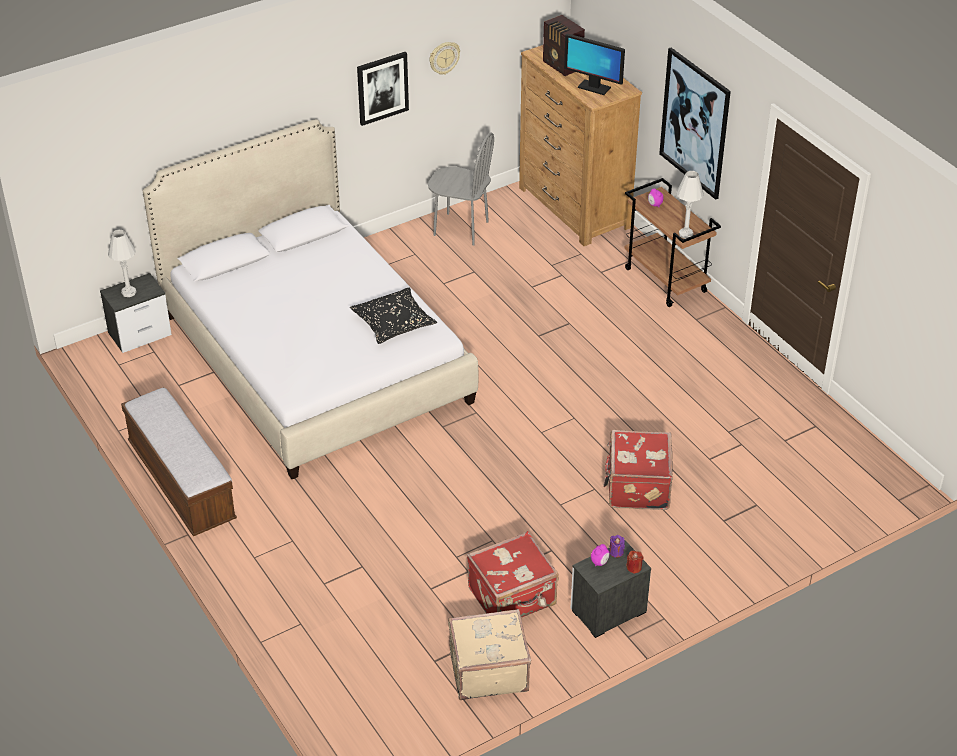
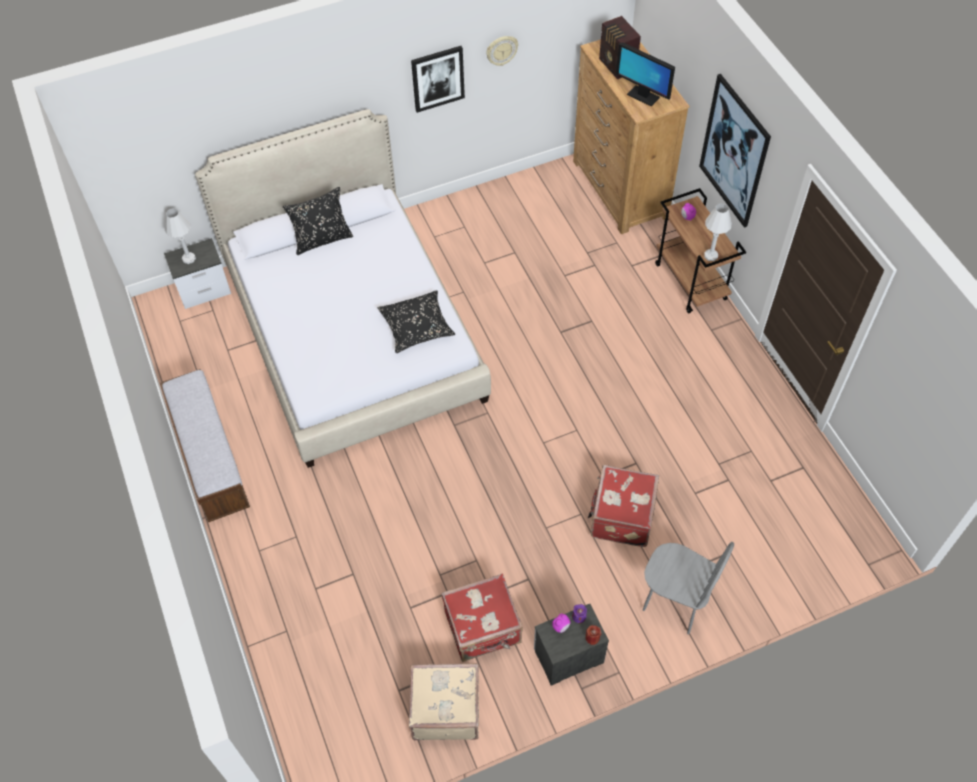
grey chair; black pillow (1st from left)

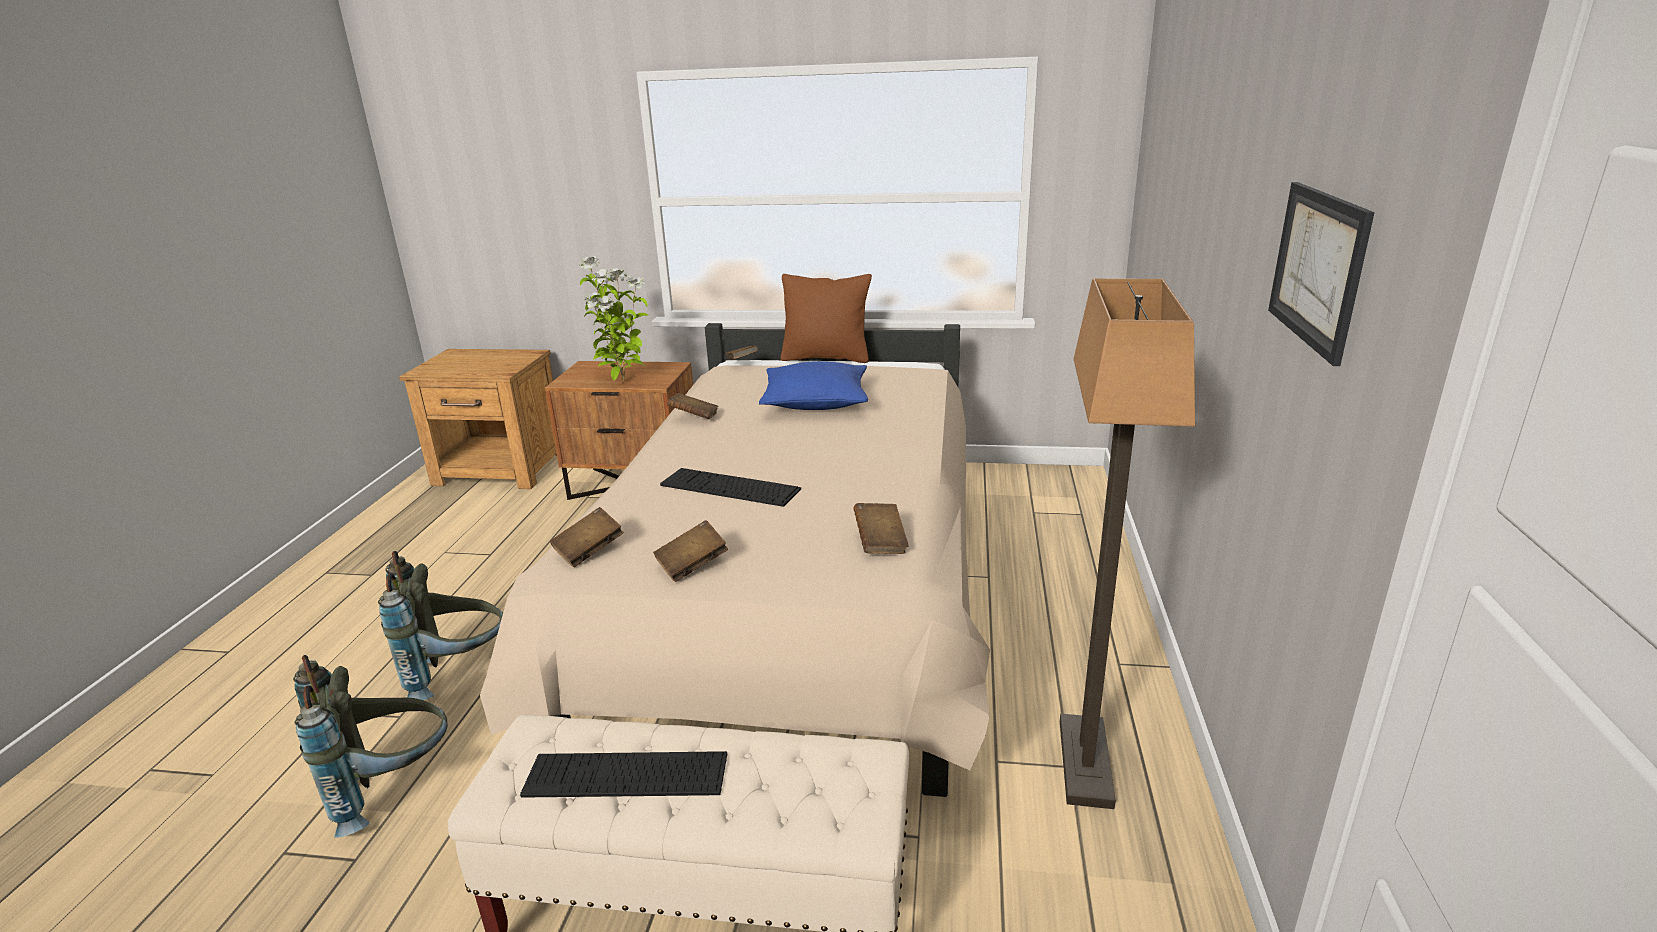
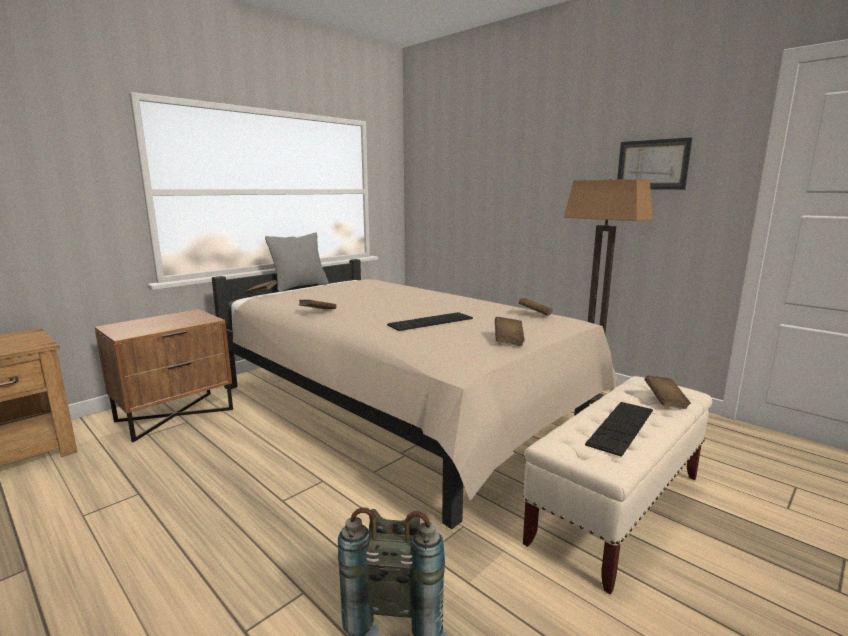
potted plant; grey pillow; blue pillow; brown book (5th from left); grey backpack (2nd from left in the first image)

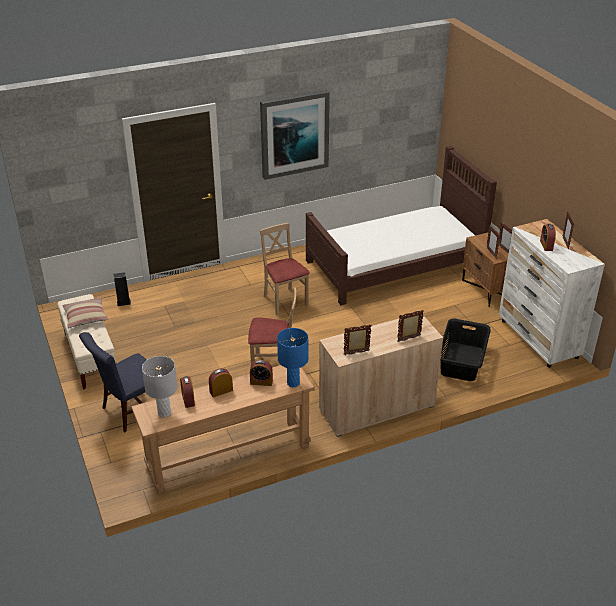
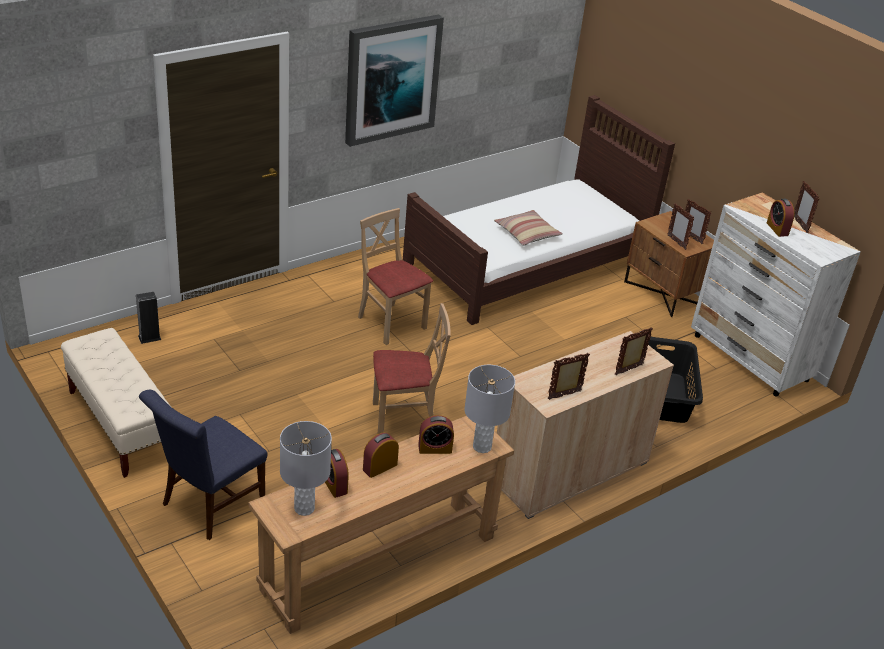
pillow; grey table lamp (2nd from left)

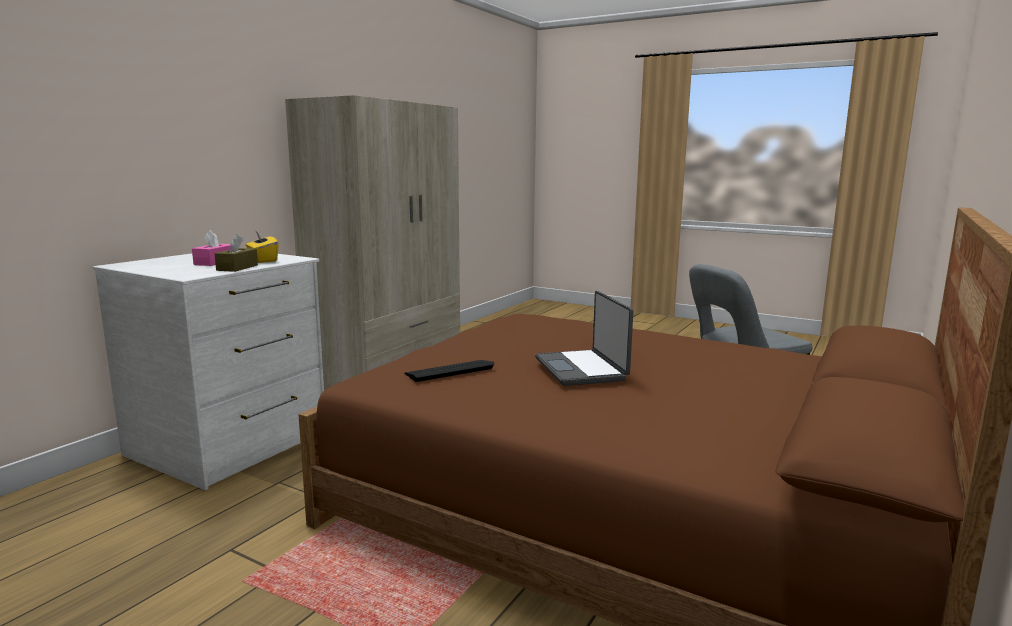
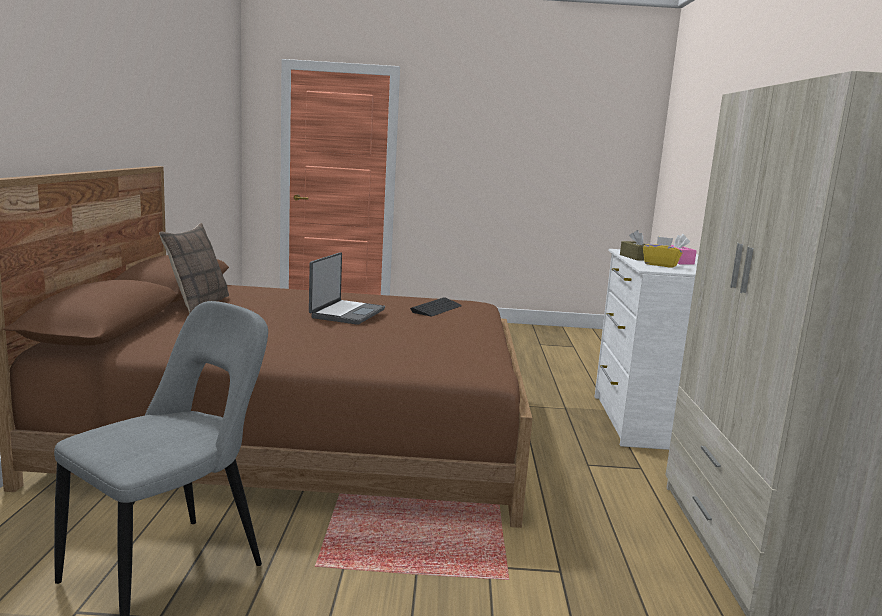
laptop; pillow

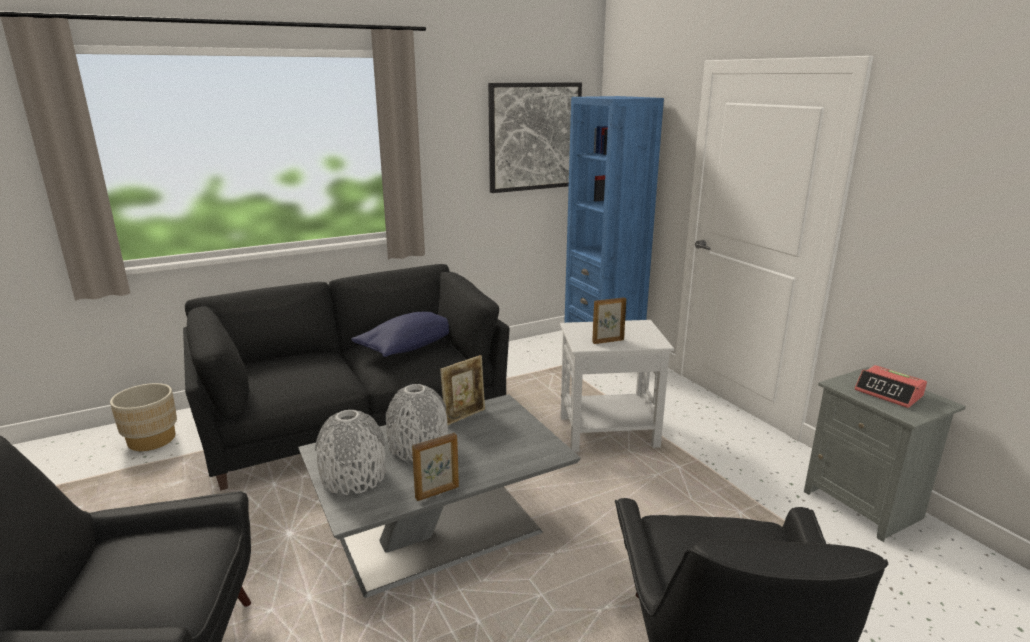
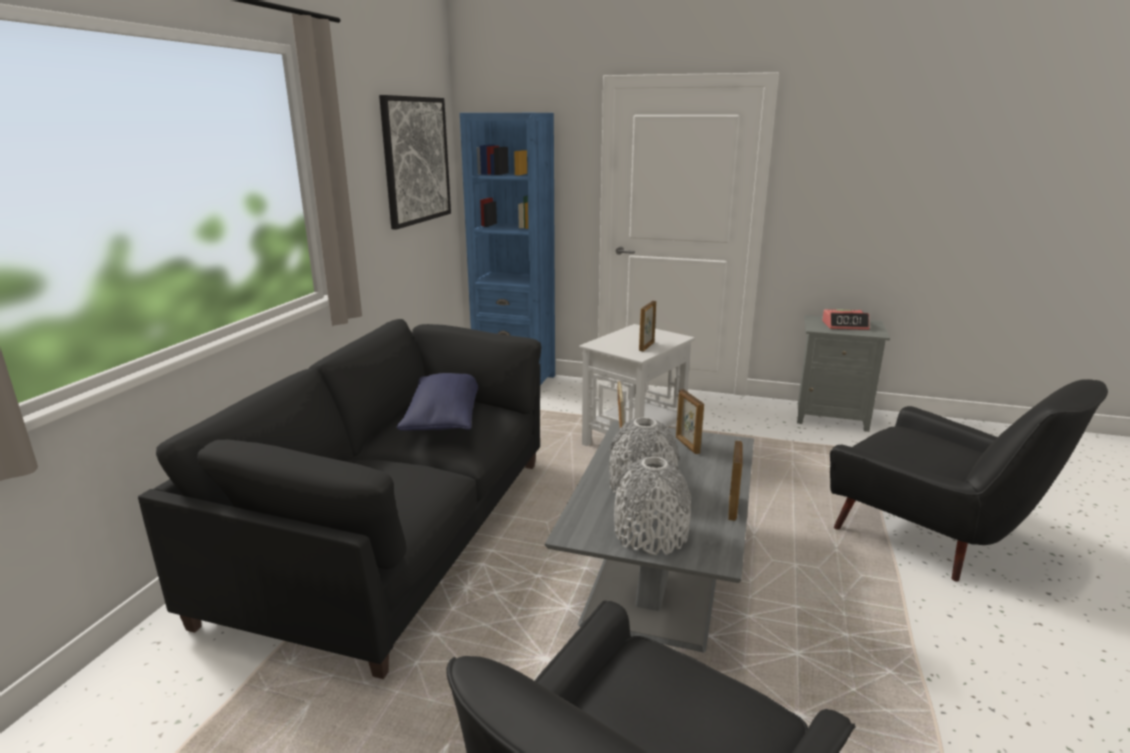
beige planter; picture frame (3rd from left)

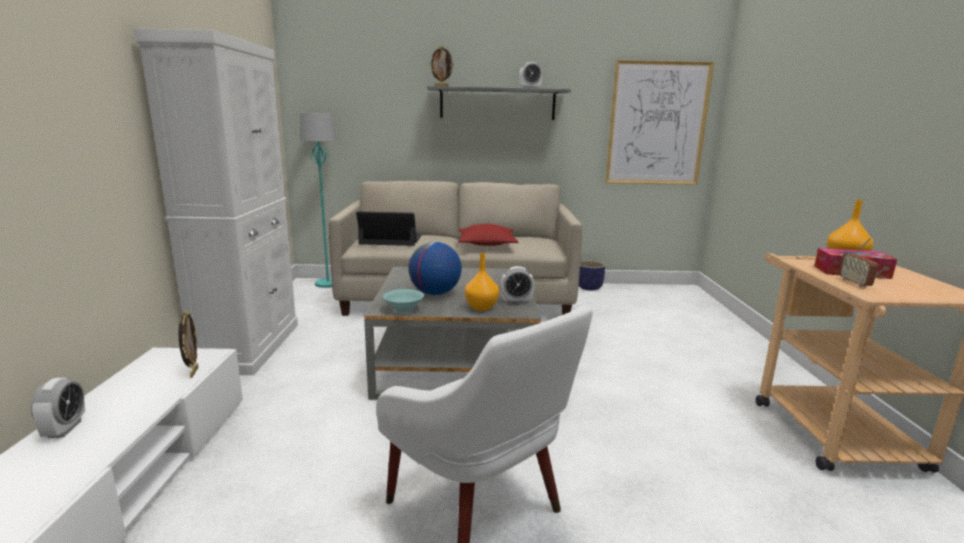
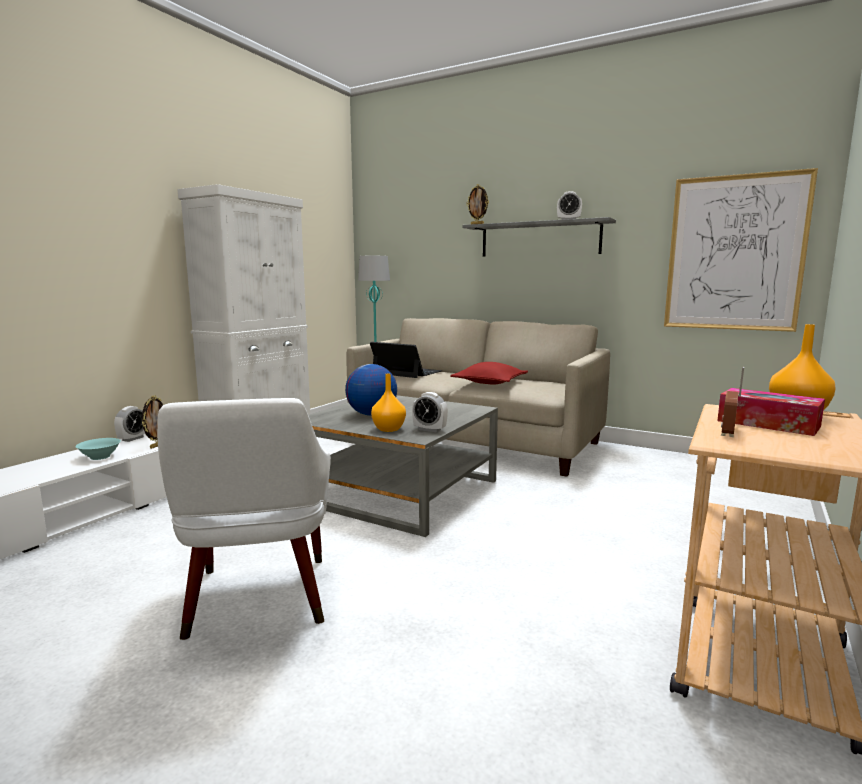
planter; turquoise bowl; alarm clock (1st from left)

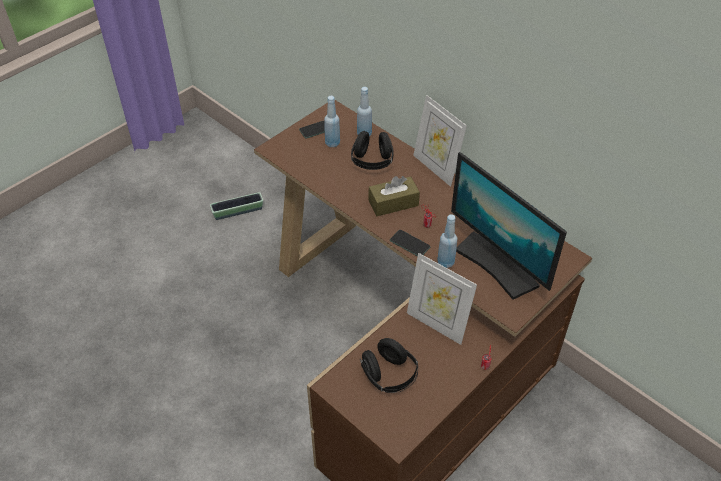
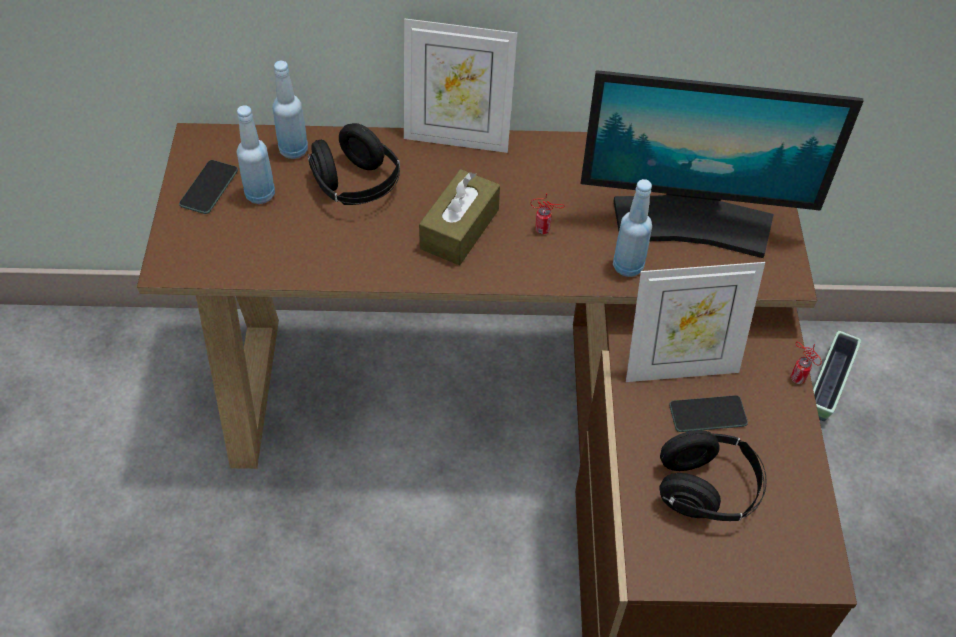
planter; phone (2nd from left)

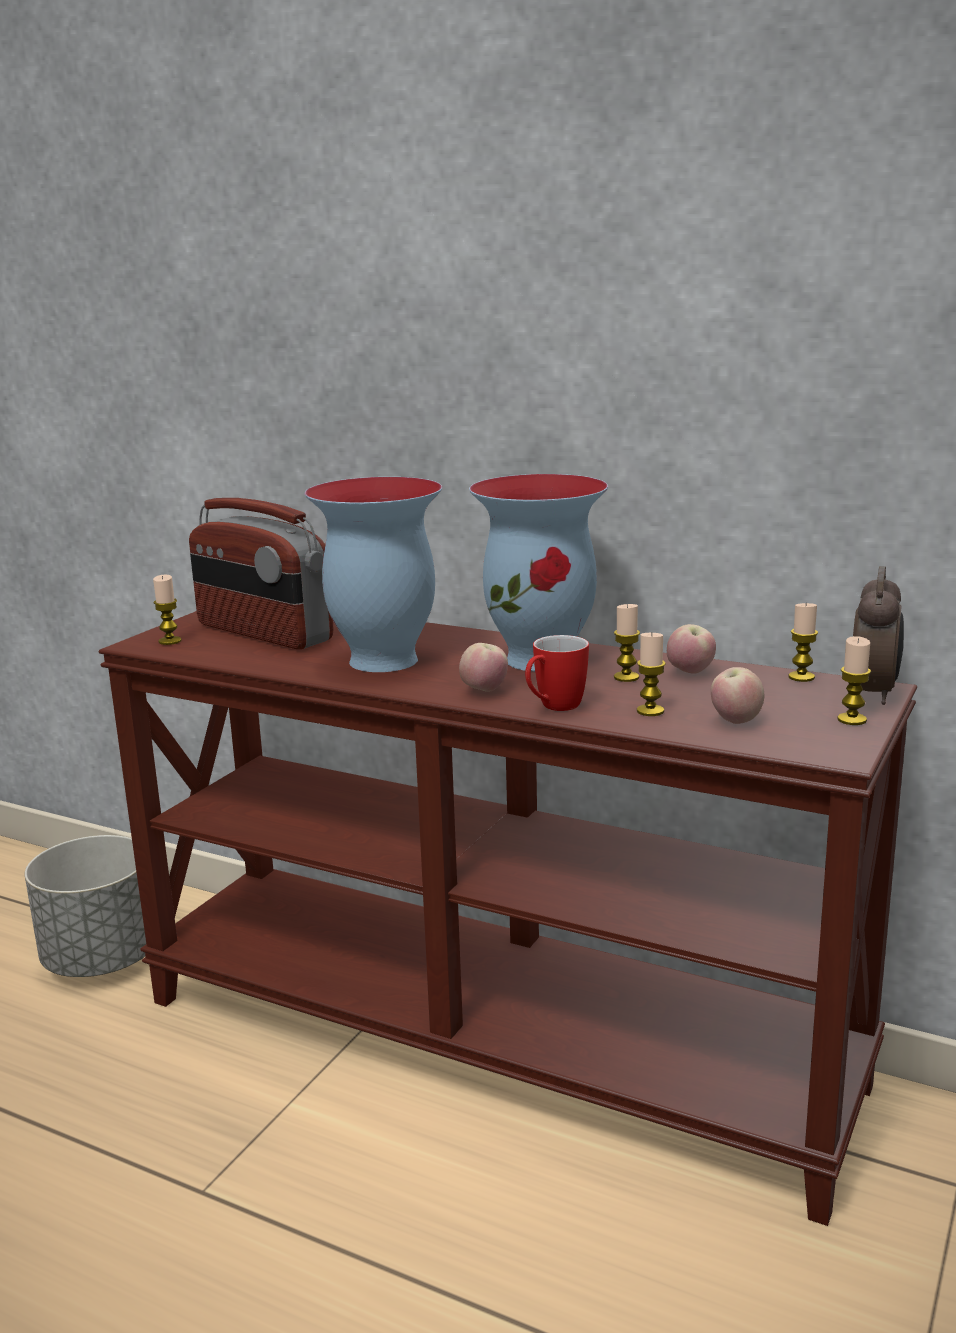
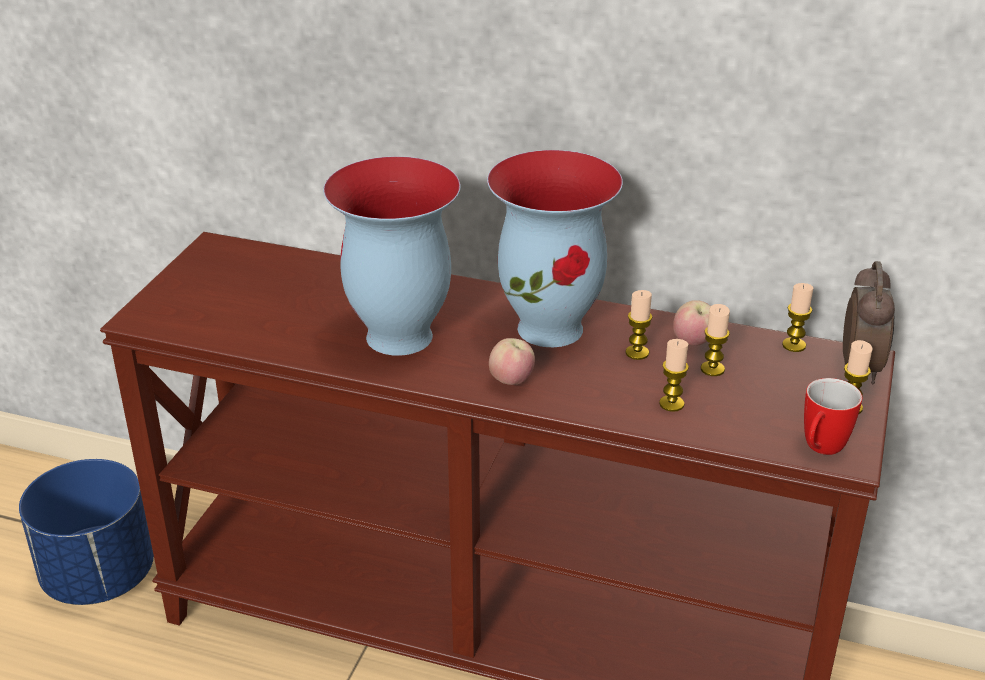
radio; candle (3rd from left); mug; apple (3rd from left in the first image); blue planter

